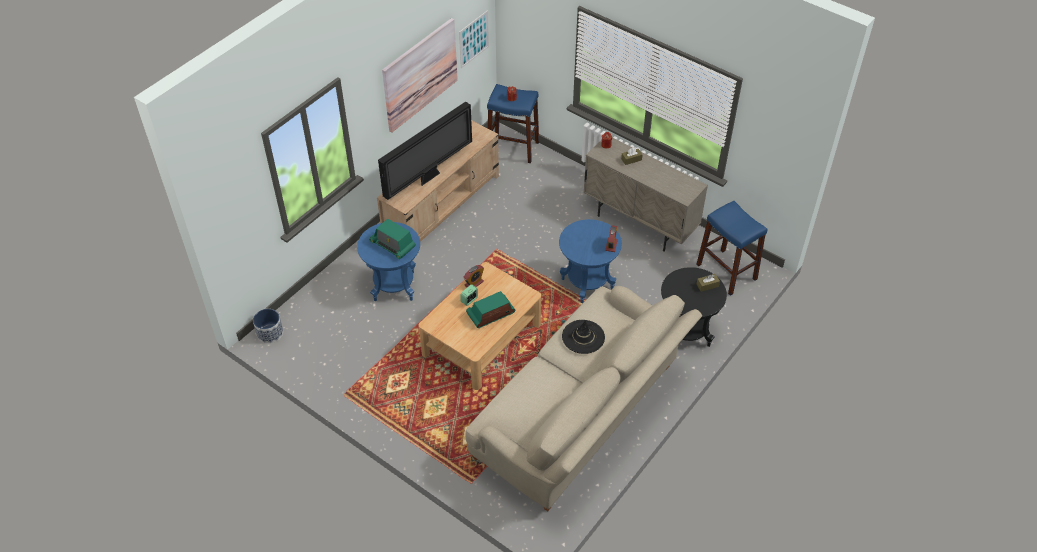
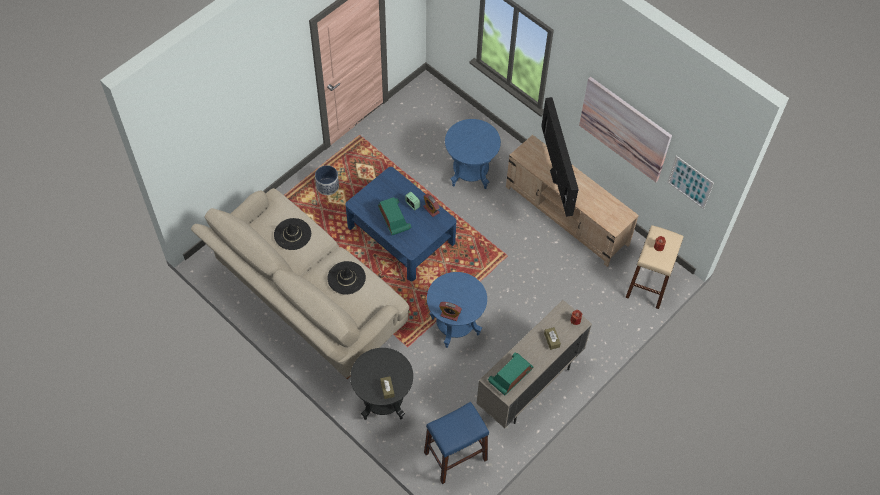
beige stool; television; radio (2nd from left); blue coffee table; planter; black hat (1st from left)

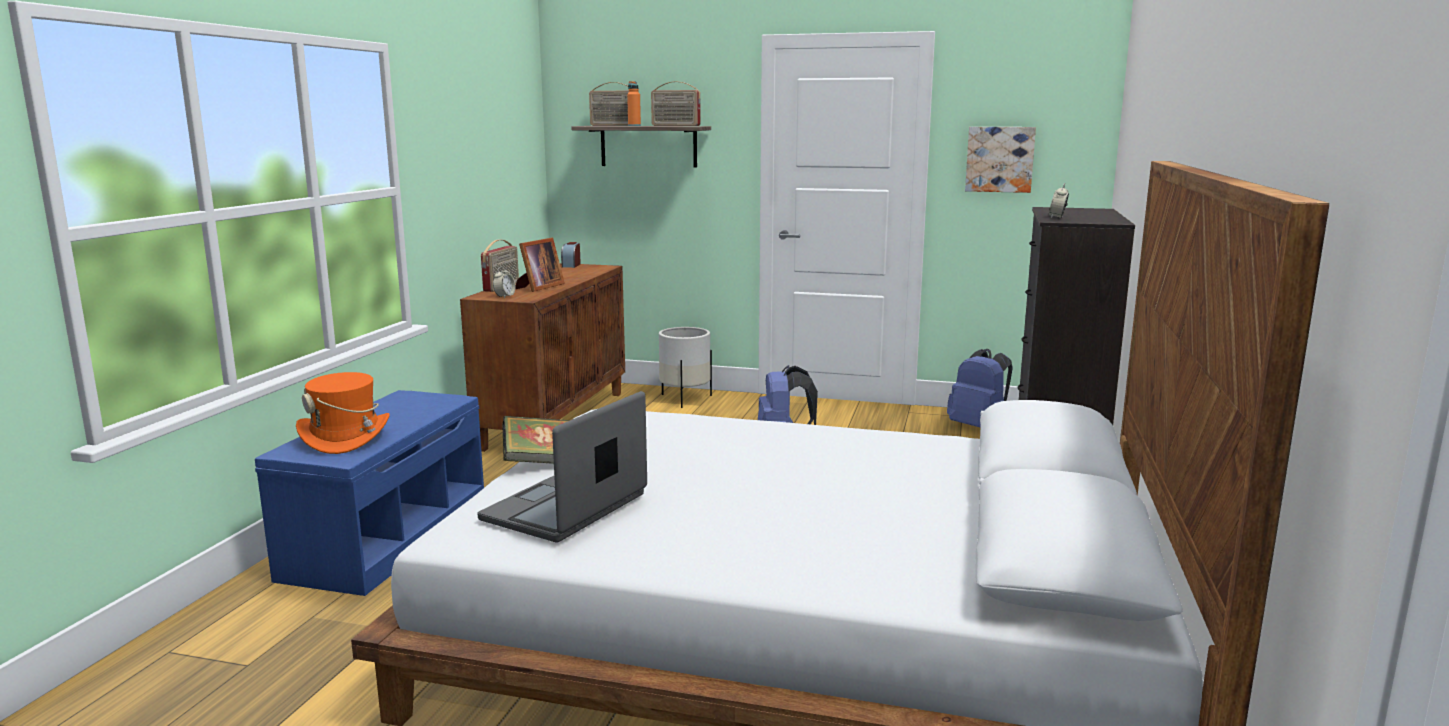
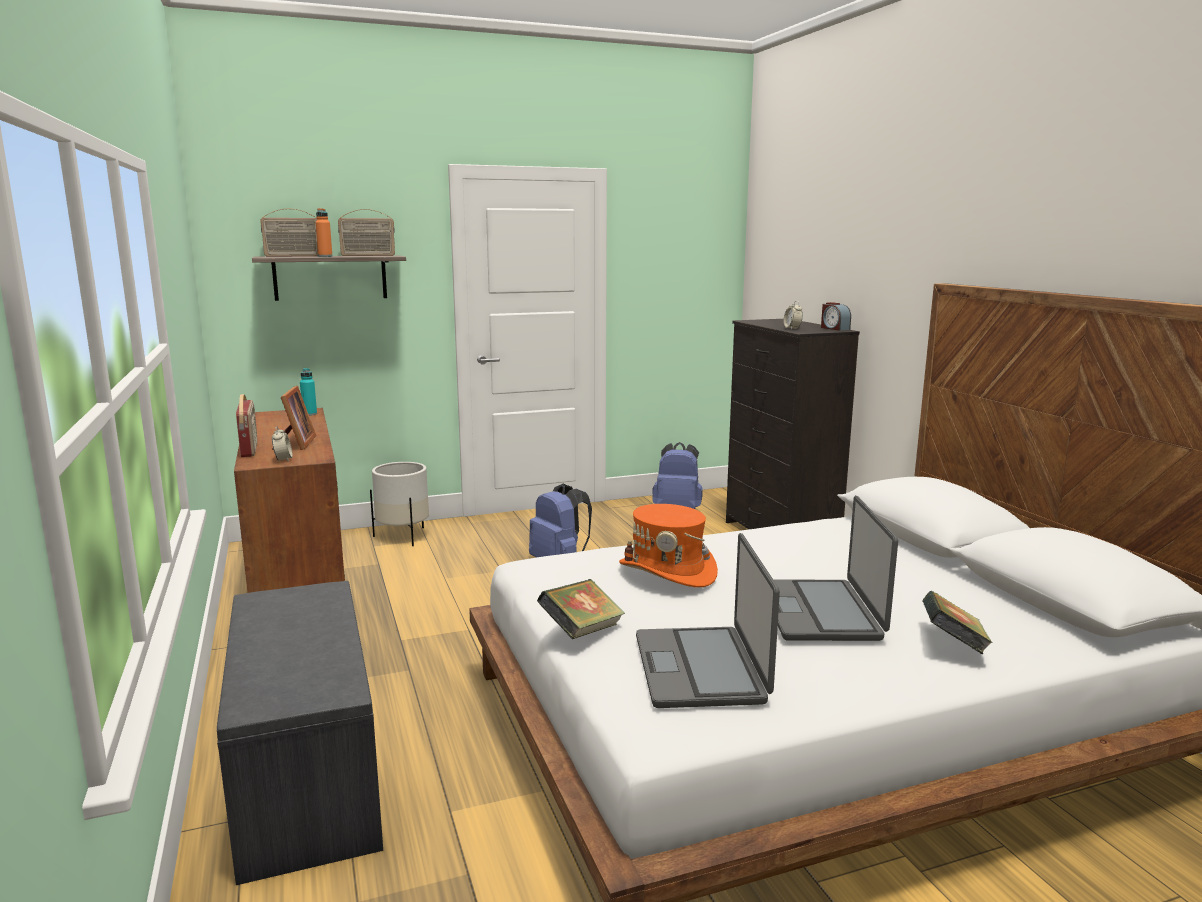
picture; alarm clock (3rd from left); orange hat; grey bench; turquoise bottle; laptop (2nd from left); book (2nd from left)

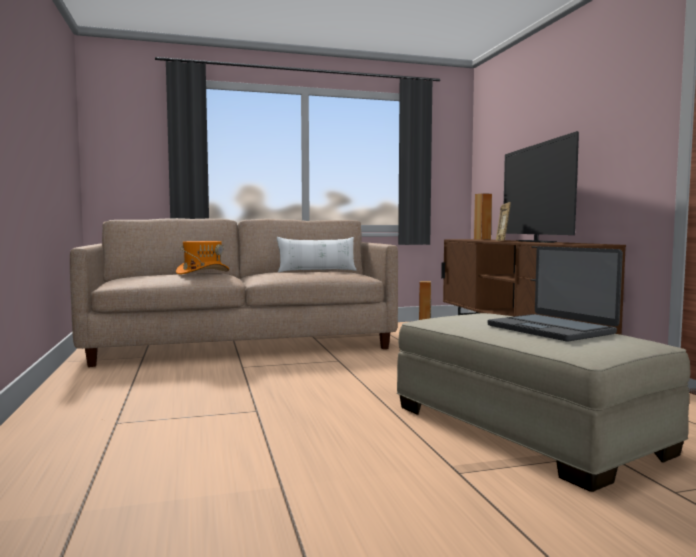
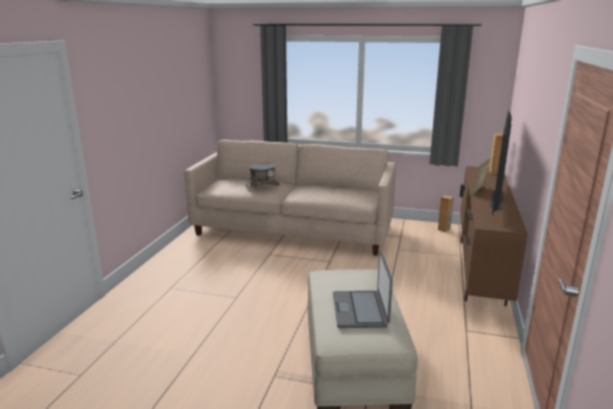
white pillow; grey hat

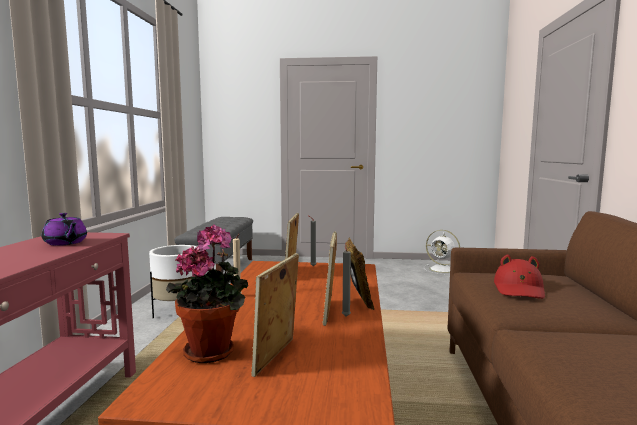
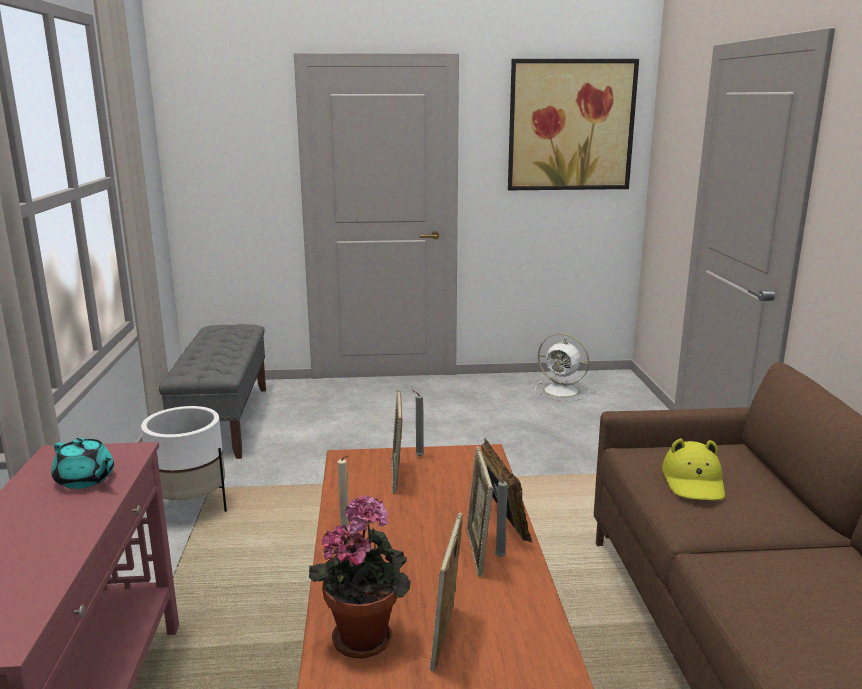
turquoise teapot; yellow hat; picture

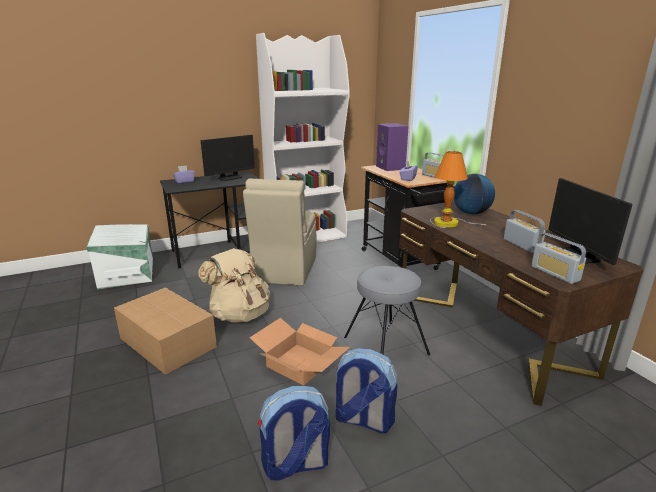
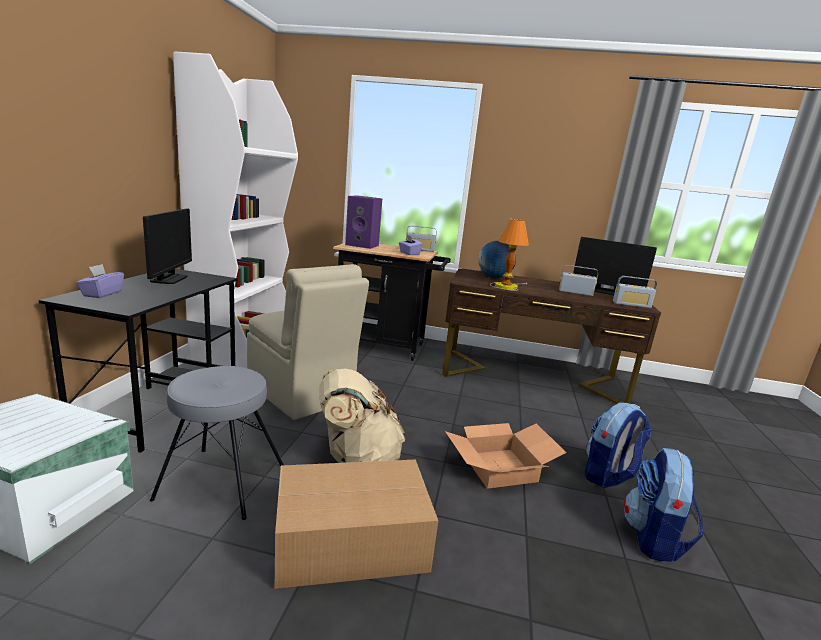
grey stool

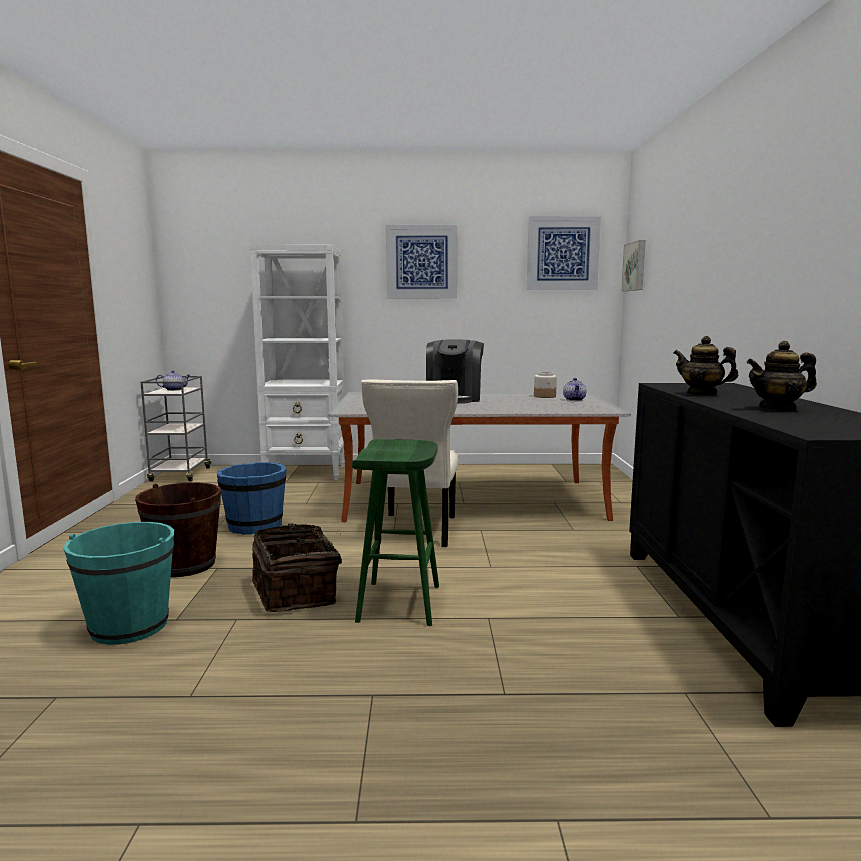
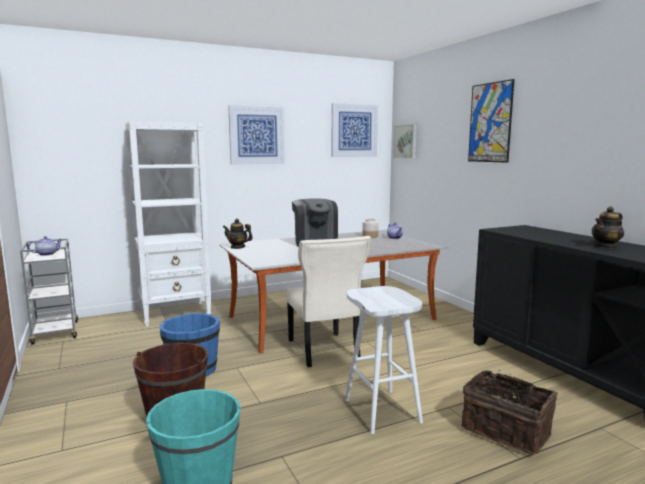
teapot (2nd from left); white stool; basket; picture (4th from left)

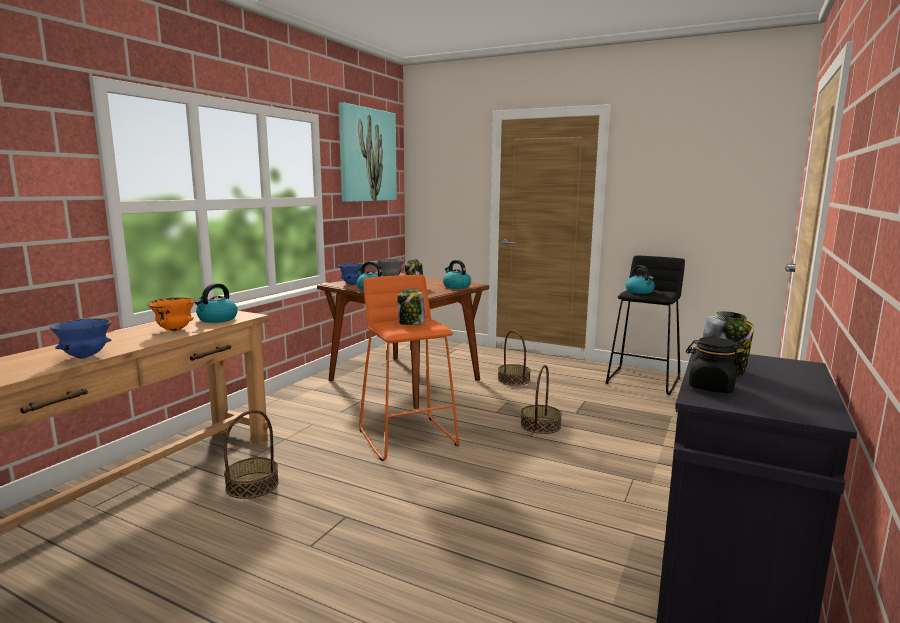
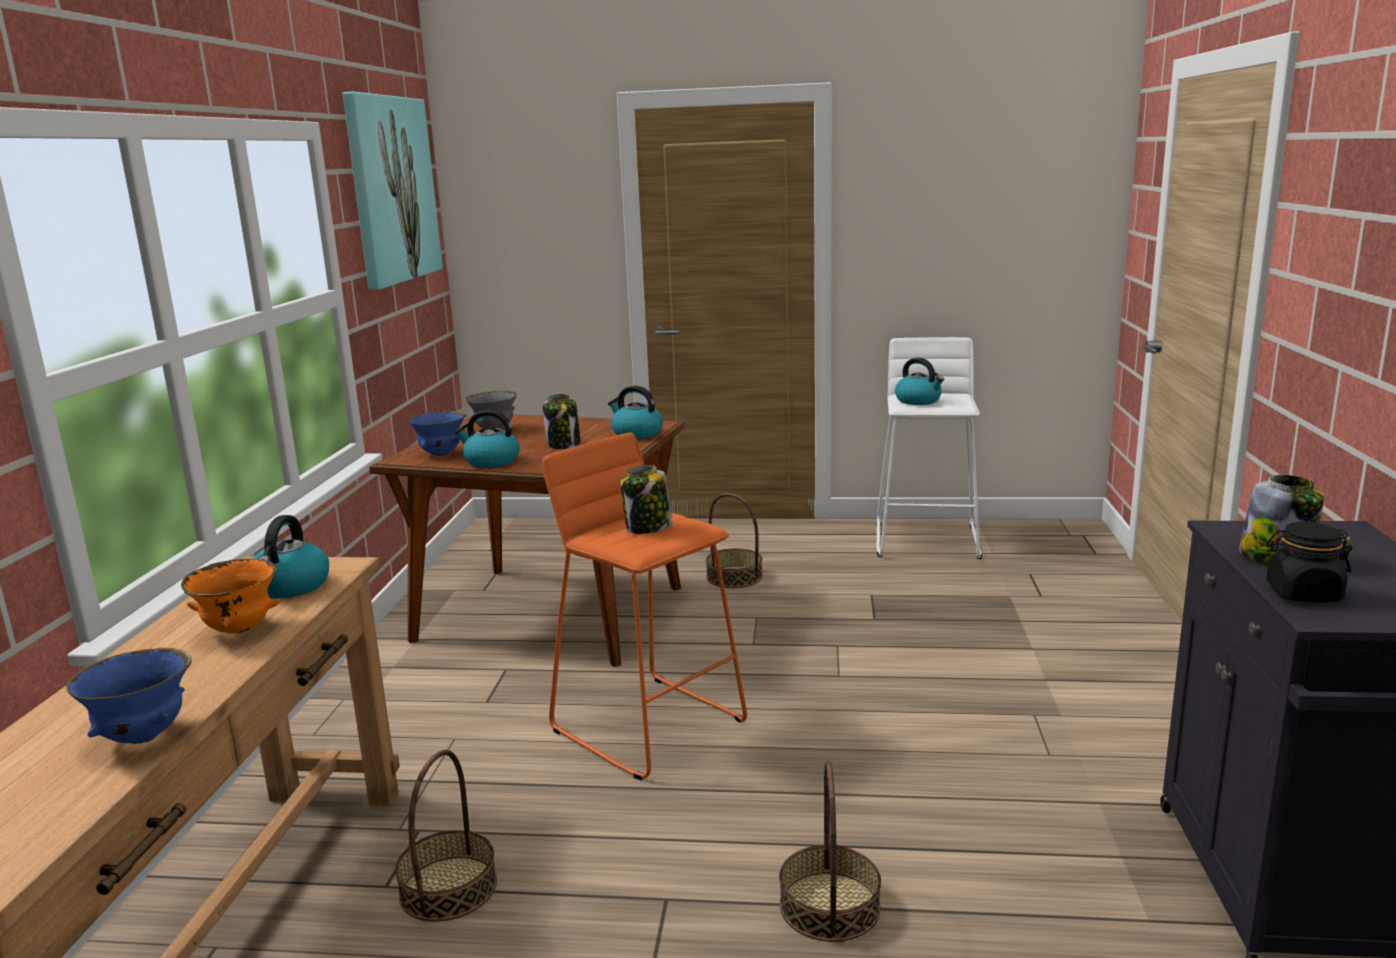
white stool; basket (3rd from left)

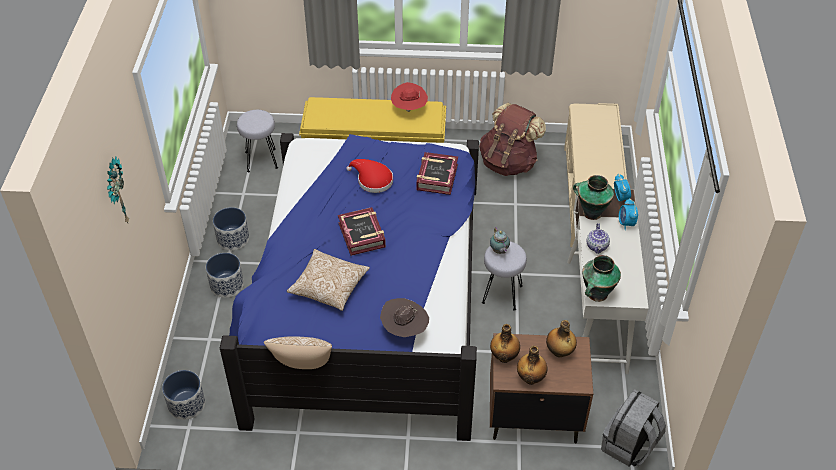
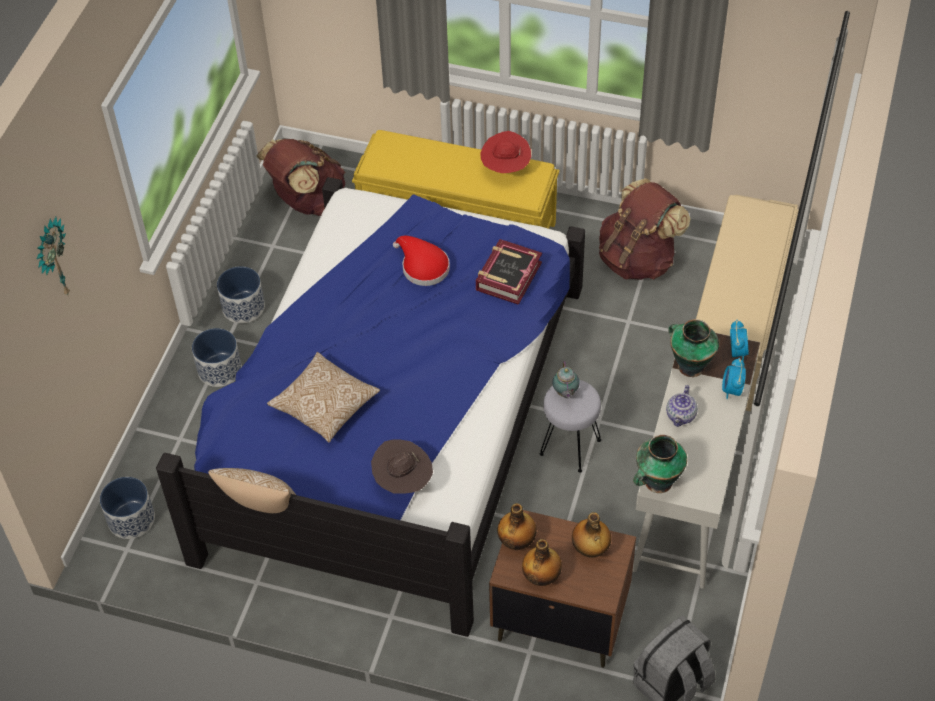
brown backpack (1st from left); book (1st from left in the first image)

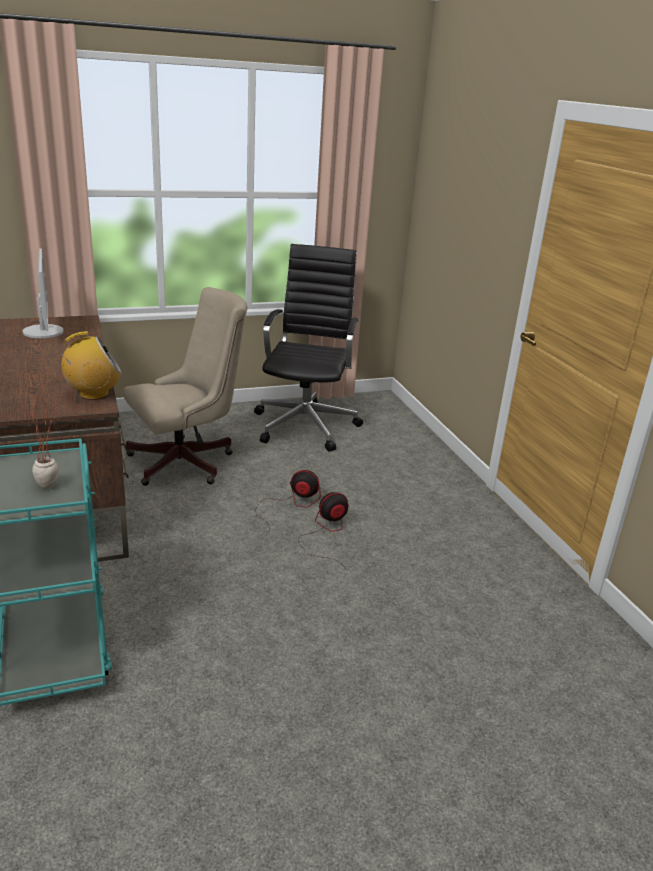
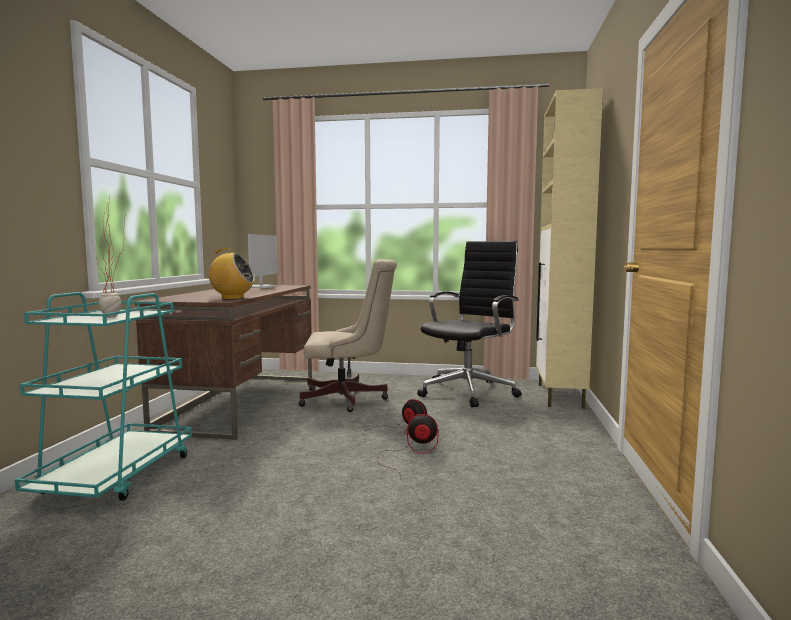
beige cabinet

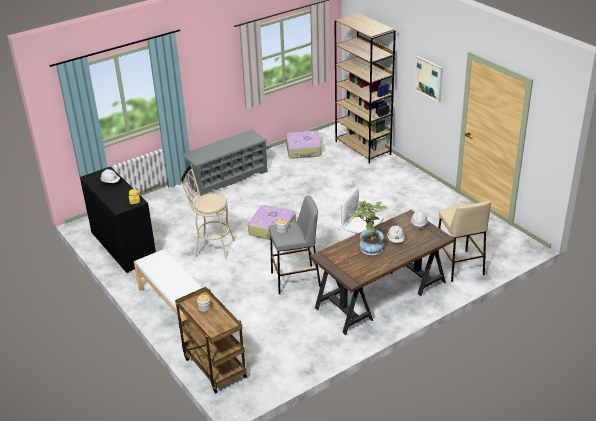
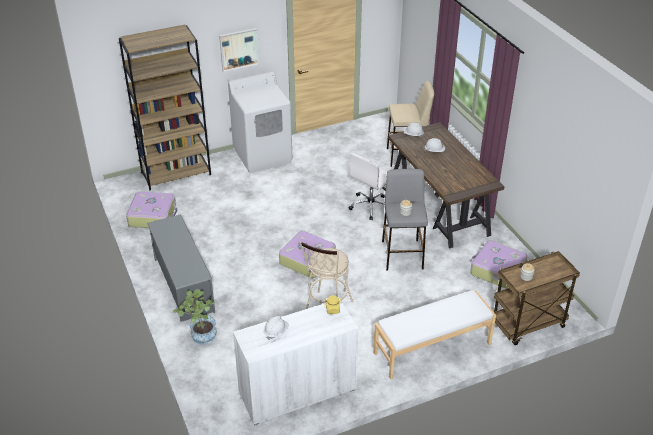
white cabinet; potted plant; white washing machine; suitcase (3rd from left)

